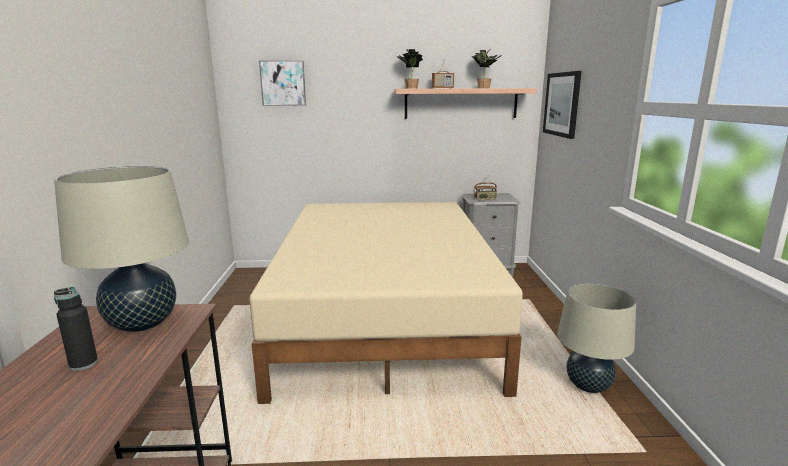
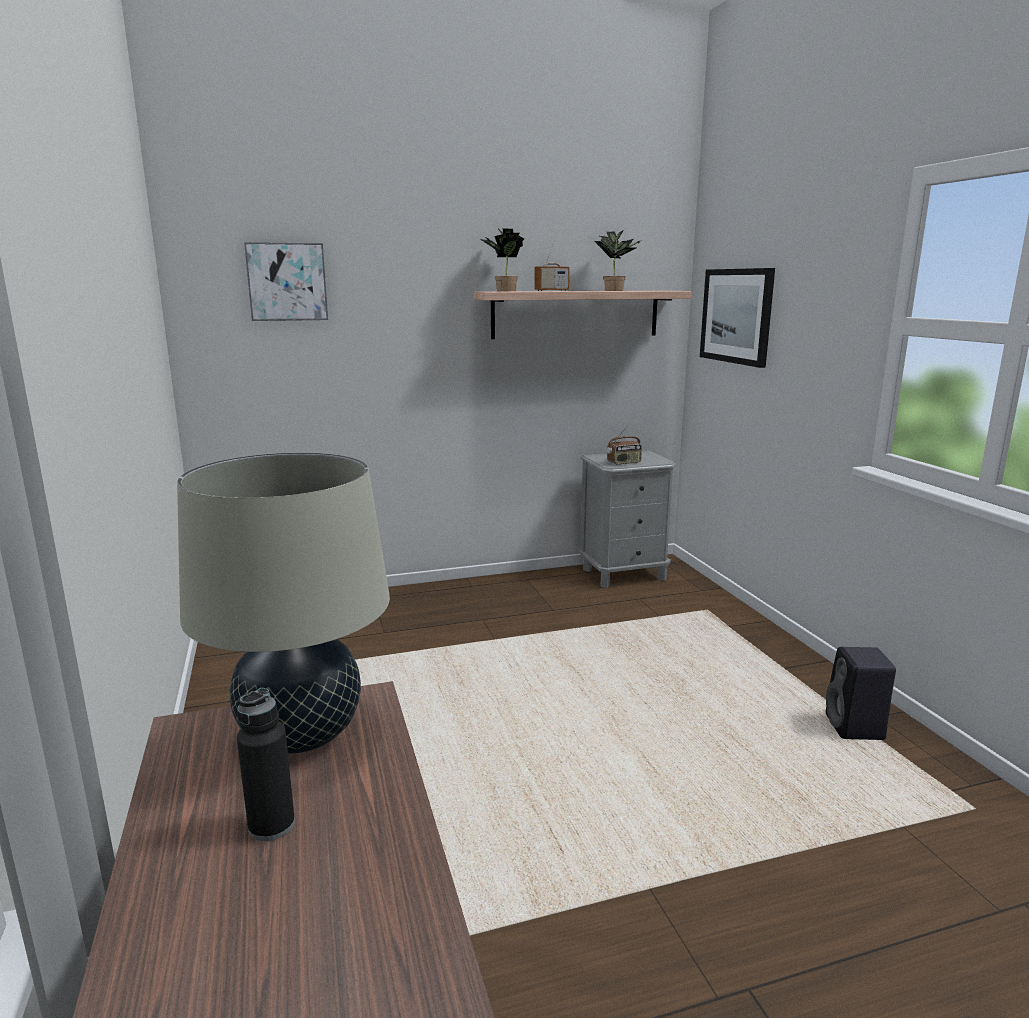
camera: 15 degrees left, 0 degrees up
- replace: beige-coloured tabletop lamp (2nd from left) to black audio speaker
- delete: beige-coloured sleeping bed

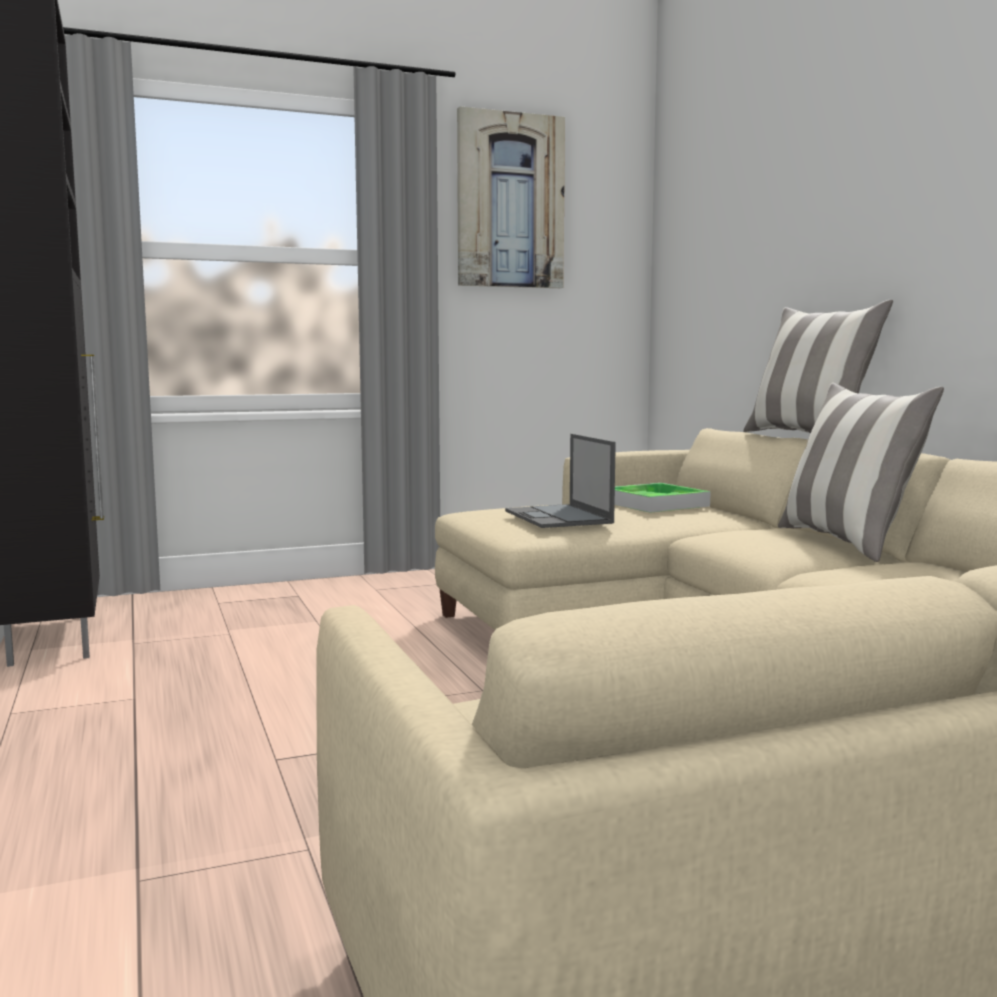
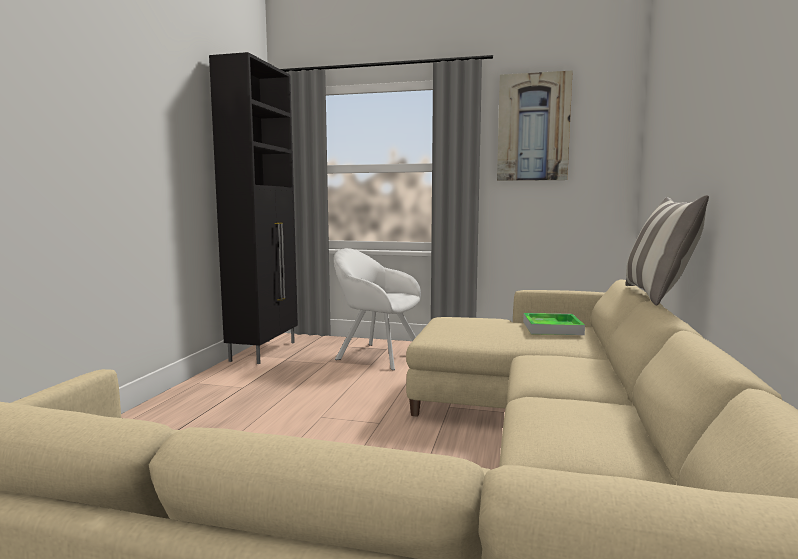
camera: 35 degrees right, 0 degrees up
- insert: white-coloured armchair
- delete: portable computer
- delete: pillow (2nd from left)

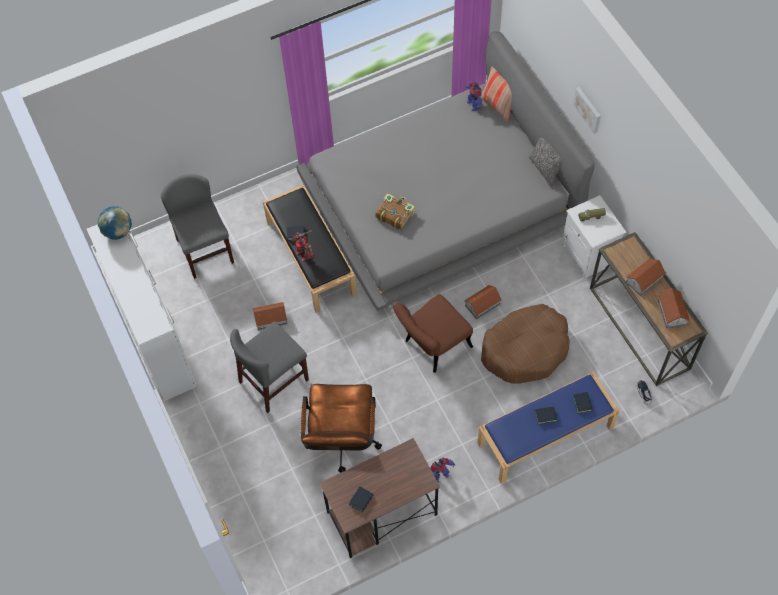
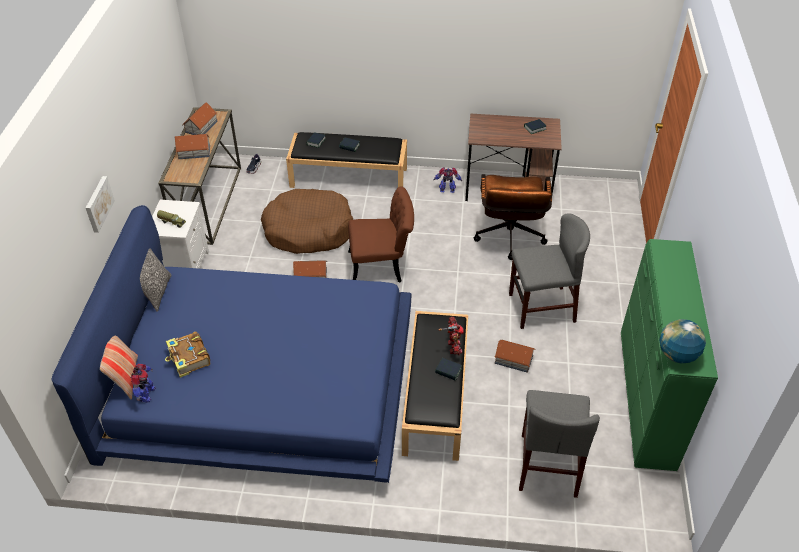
camera: 150 degrees left, 15 degrees down
- recolor: gray sleeping bed to blue-coloured sleeping bed
- move: book (3rd from left in the first image) to book (1st from left)
- recolor: blue-coloured long seat to black long seat (1st from left)
- rotate: brown desk chair 150 degrees clockwise
- recolor: white-coloured dresser to greenish dresser

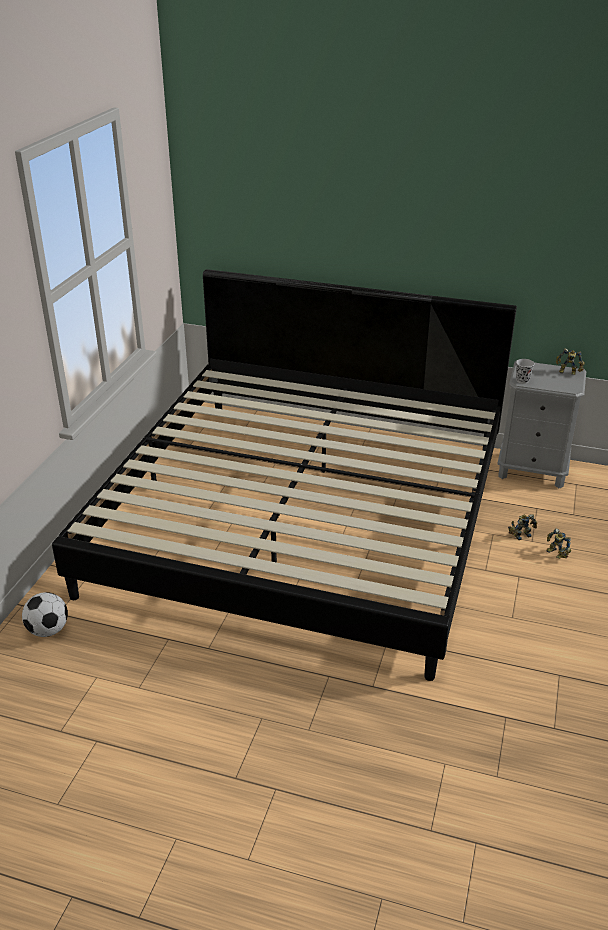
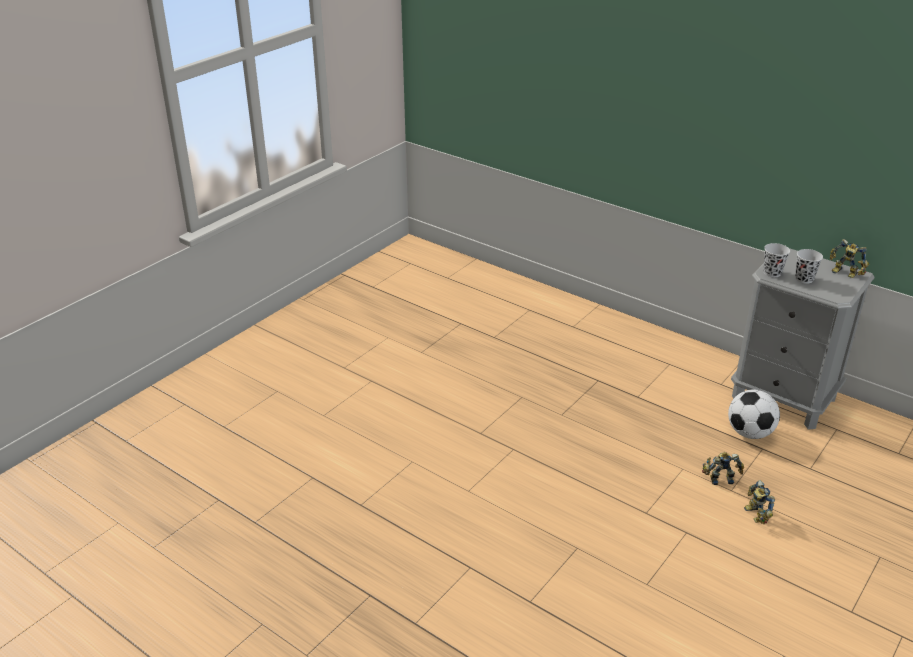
camera: 20 degrees right, 0 degrees up
- move: football ball
- insert: black small cup (2nd from left)
- delete: sleeping bed

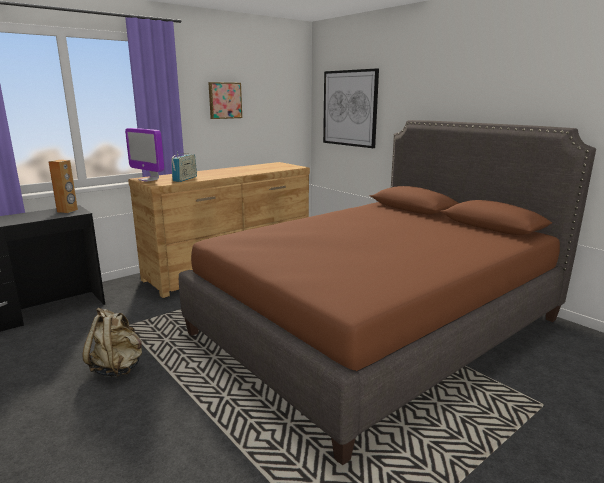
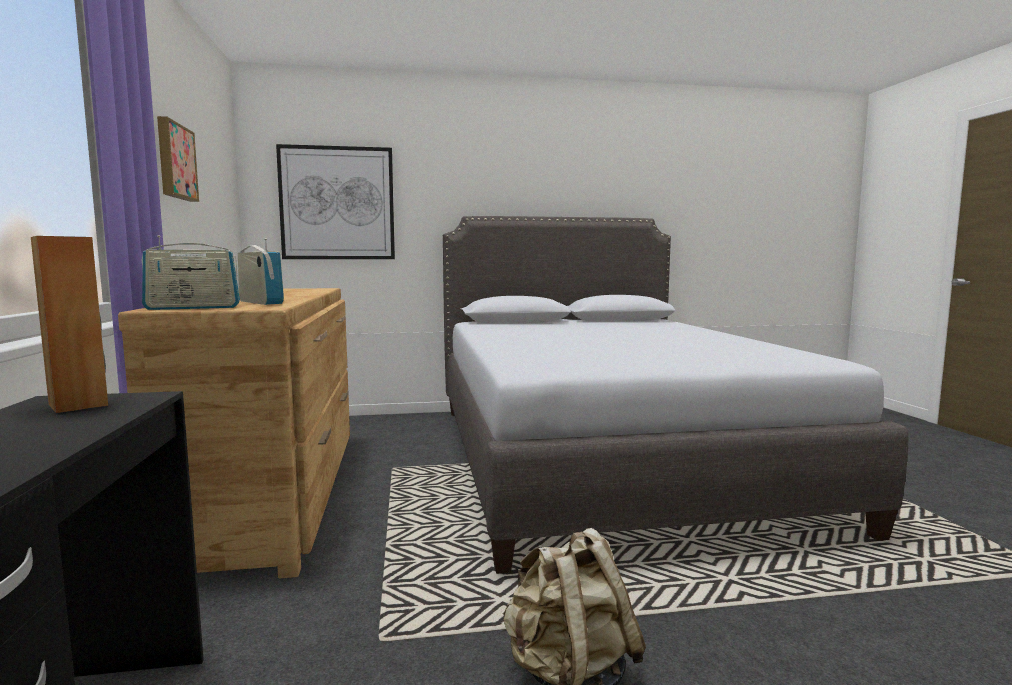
camera: 60 degrees left, 10 degrees down
- replace: computer display to radio set (1st from left)
- recolor: brown sleeping bed to gray sleeping bed

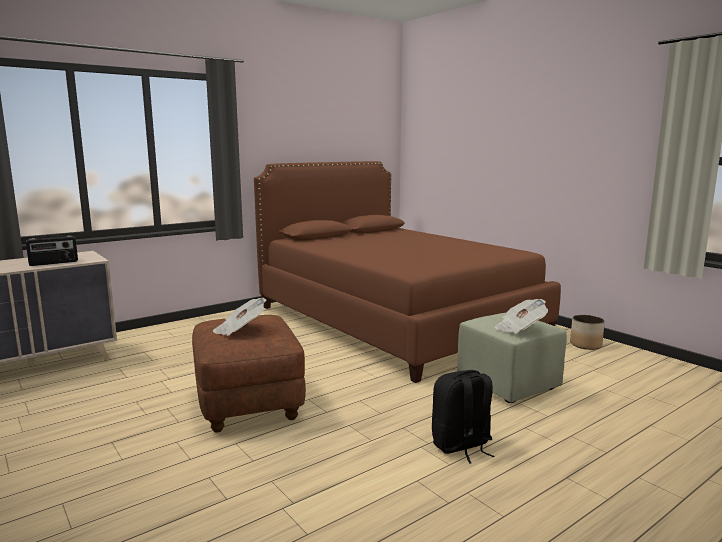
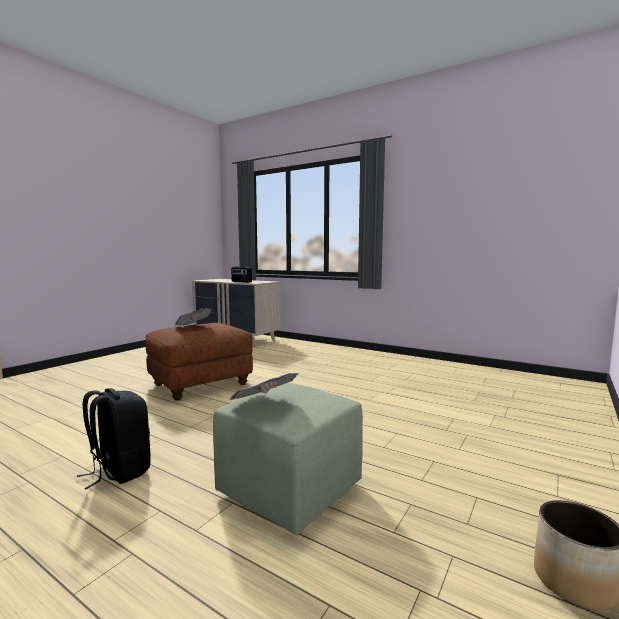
camera: 70 degrees right, 5 degrees down
- delete: brown sleeping bed

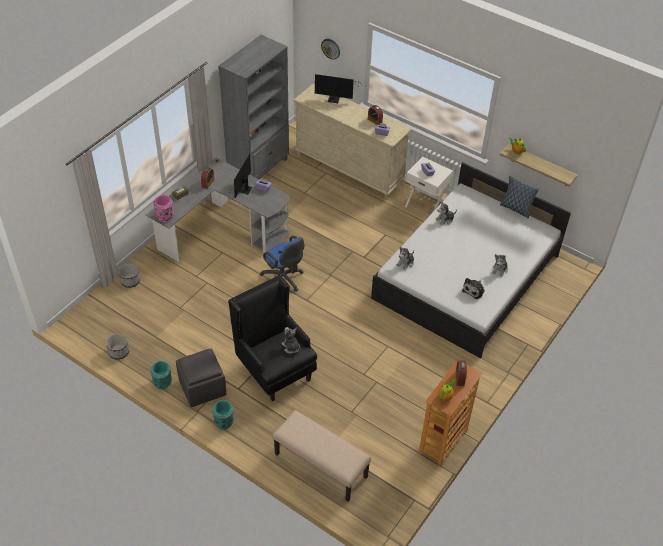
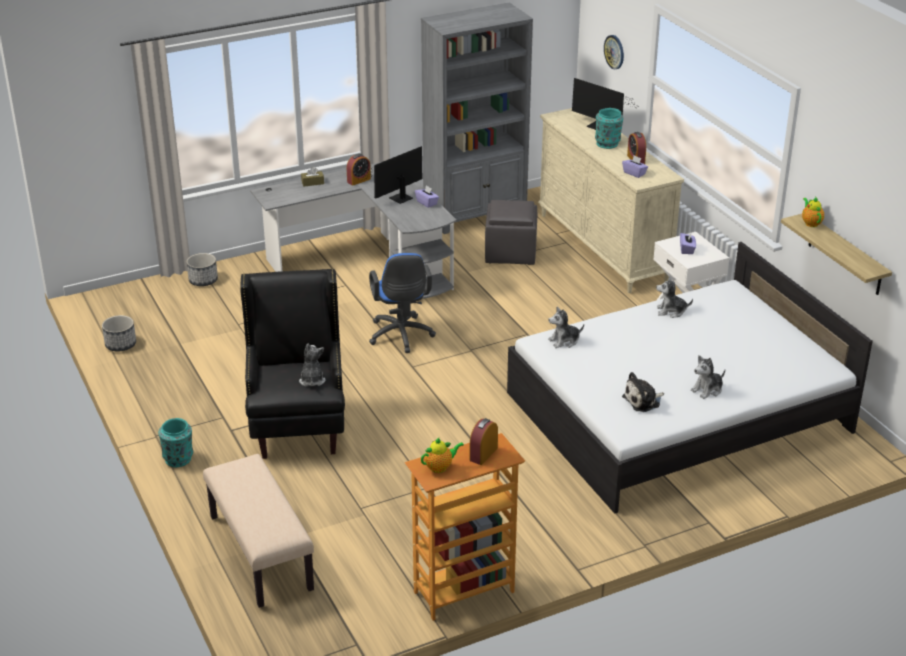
camera: 30 degrees right, 15 degrees down
- move: gray ottoman
- move: turquoise-coloured decorative vase (1st from left in the first image) to turquoise-coloured decorative vase (2nd from left)
- delete: pinkish decorative vase
- delete: pillow

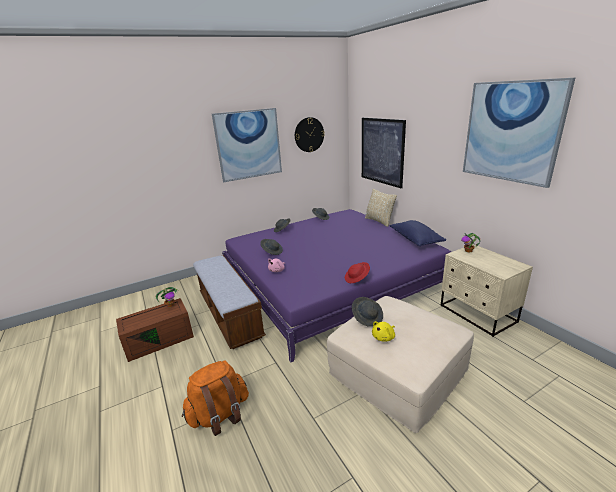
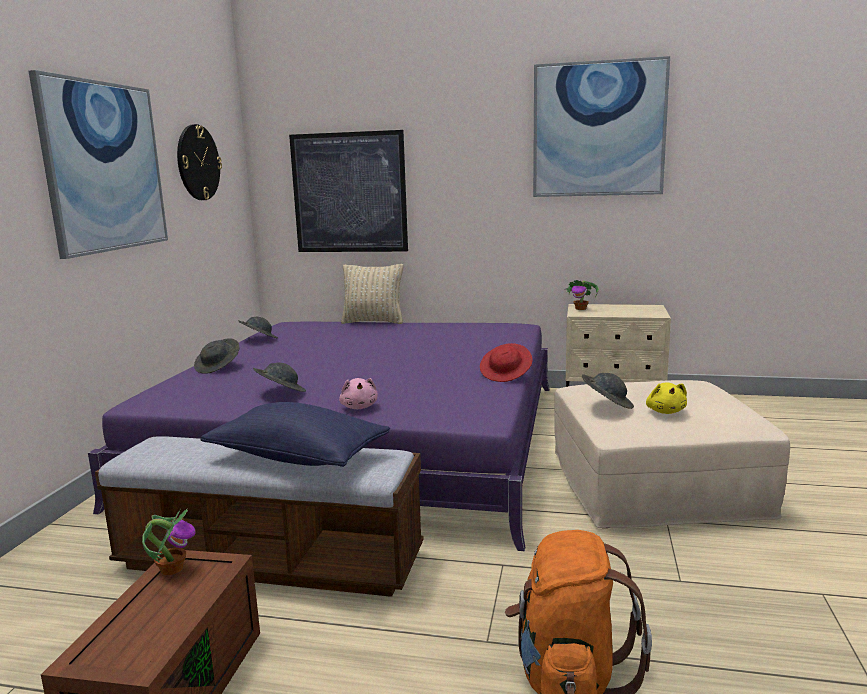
camera: 50 degrees left, 10 degrees down
- move: blue-coloured pillow

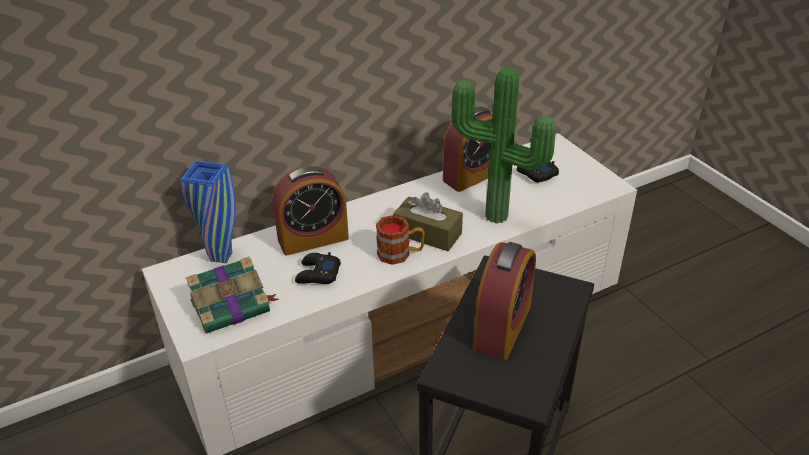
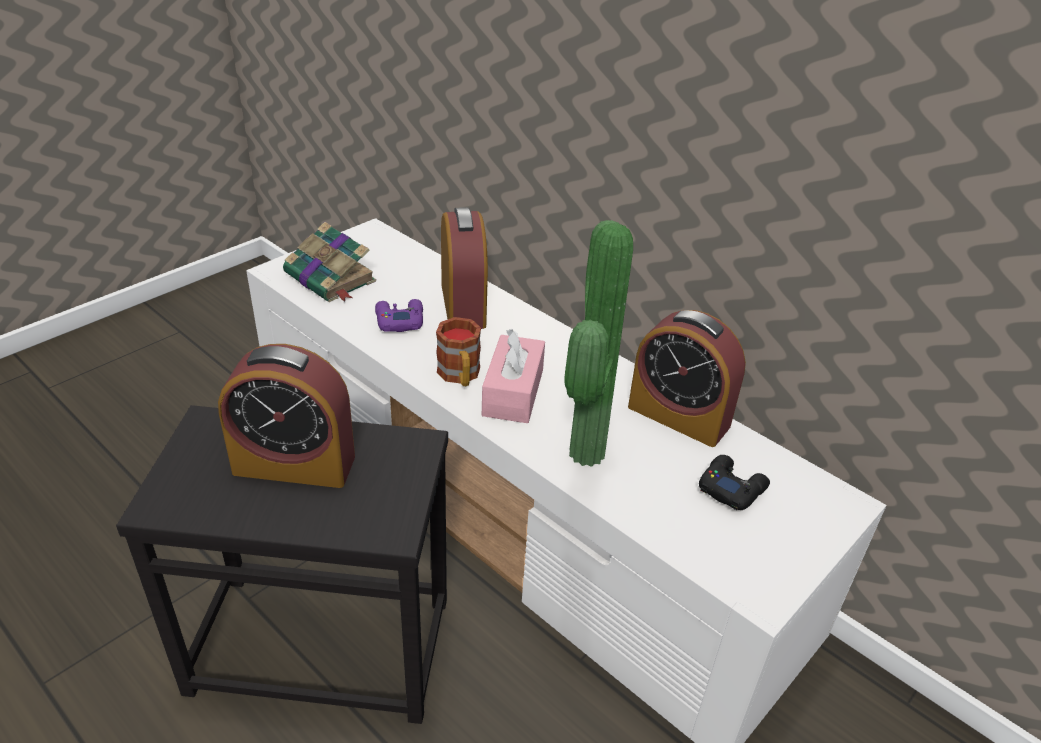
camera: 70 degrees right, 0 degrees up
- recolor: black gamepad (1st from left) to purple gamepad
- rotate: alarm clock (1st from left in the first image) 150 degrees counterclockwise
- recolor: brown tissue box to pinkish tissue box
- delete: blue-coloured decorative vase

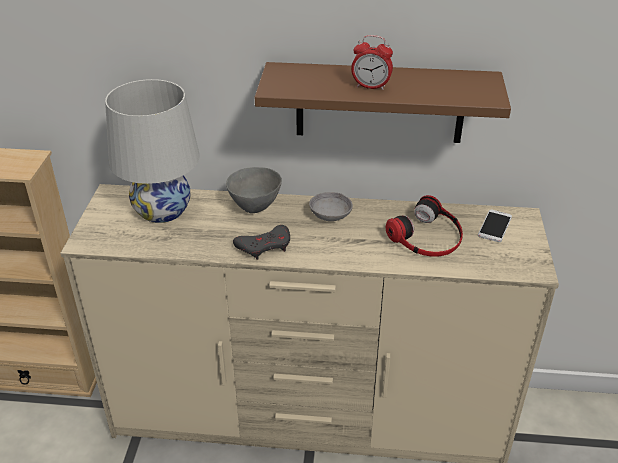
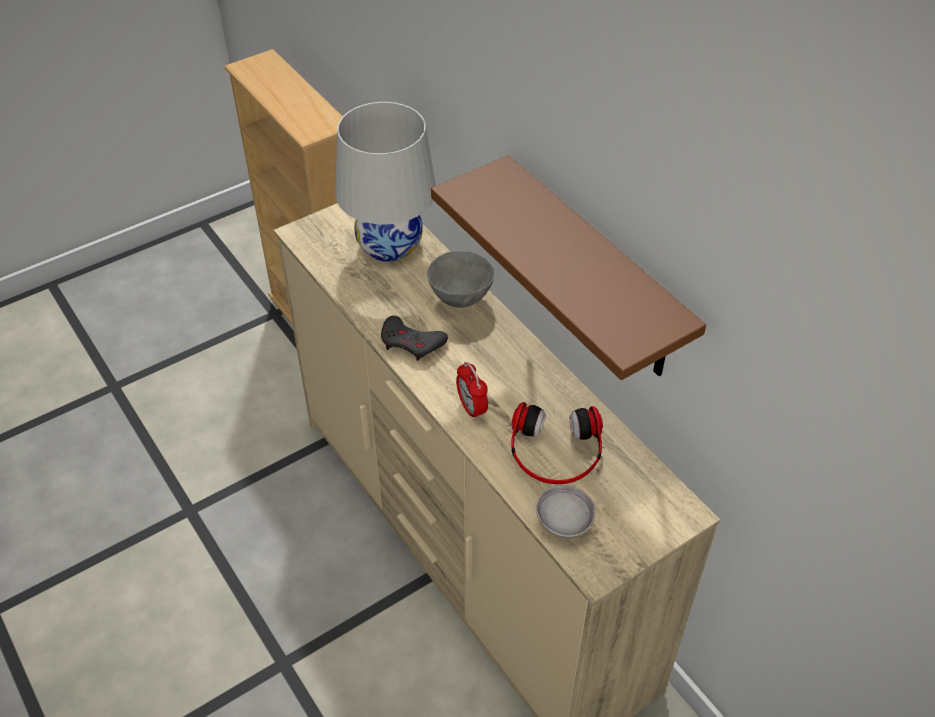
camera: 50 degrees right, 10 degrees up
- move: alarm clock
- move: gray deep dish (2nd from left)
- delete: telephone

